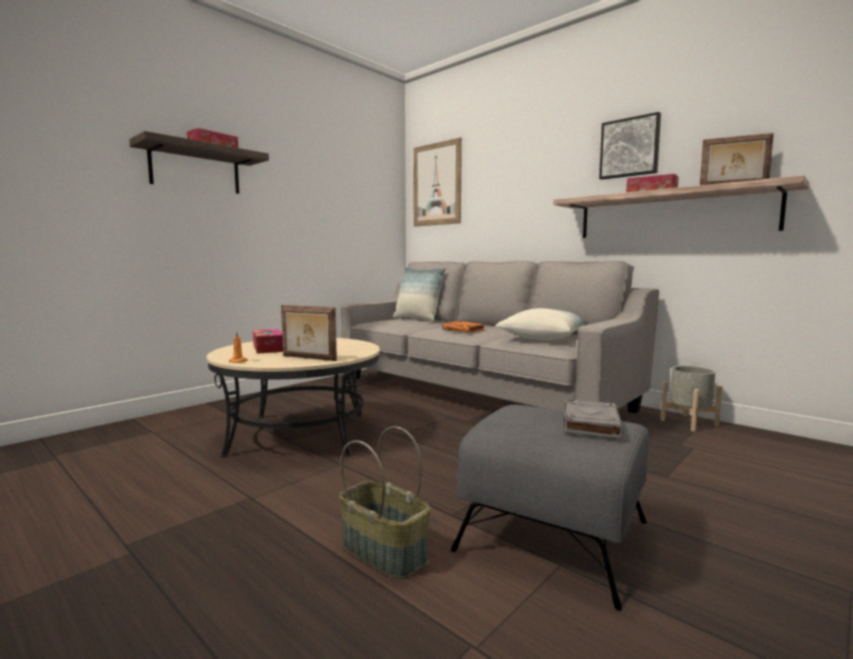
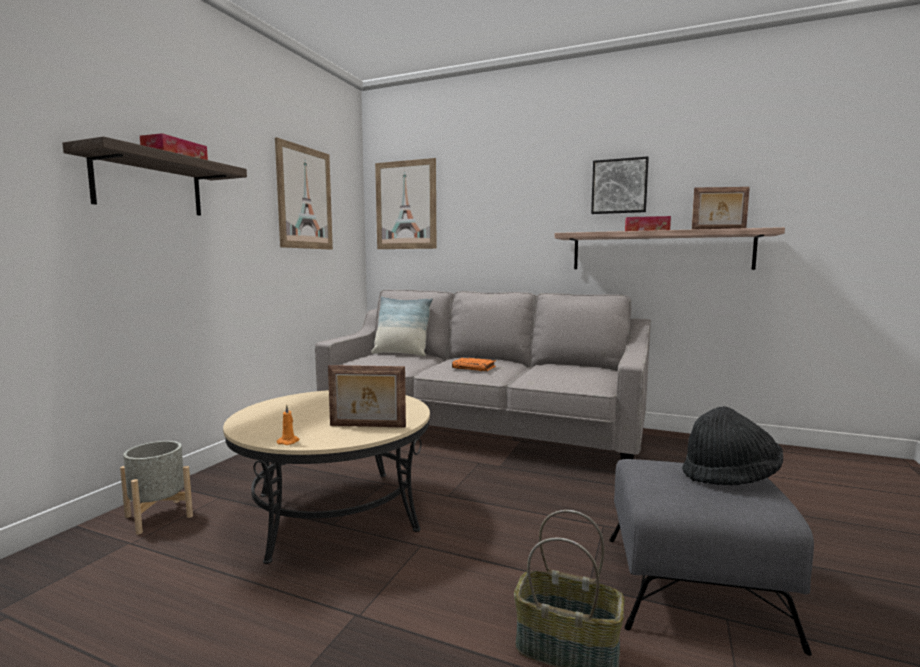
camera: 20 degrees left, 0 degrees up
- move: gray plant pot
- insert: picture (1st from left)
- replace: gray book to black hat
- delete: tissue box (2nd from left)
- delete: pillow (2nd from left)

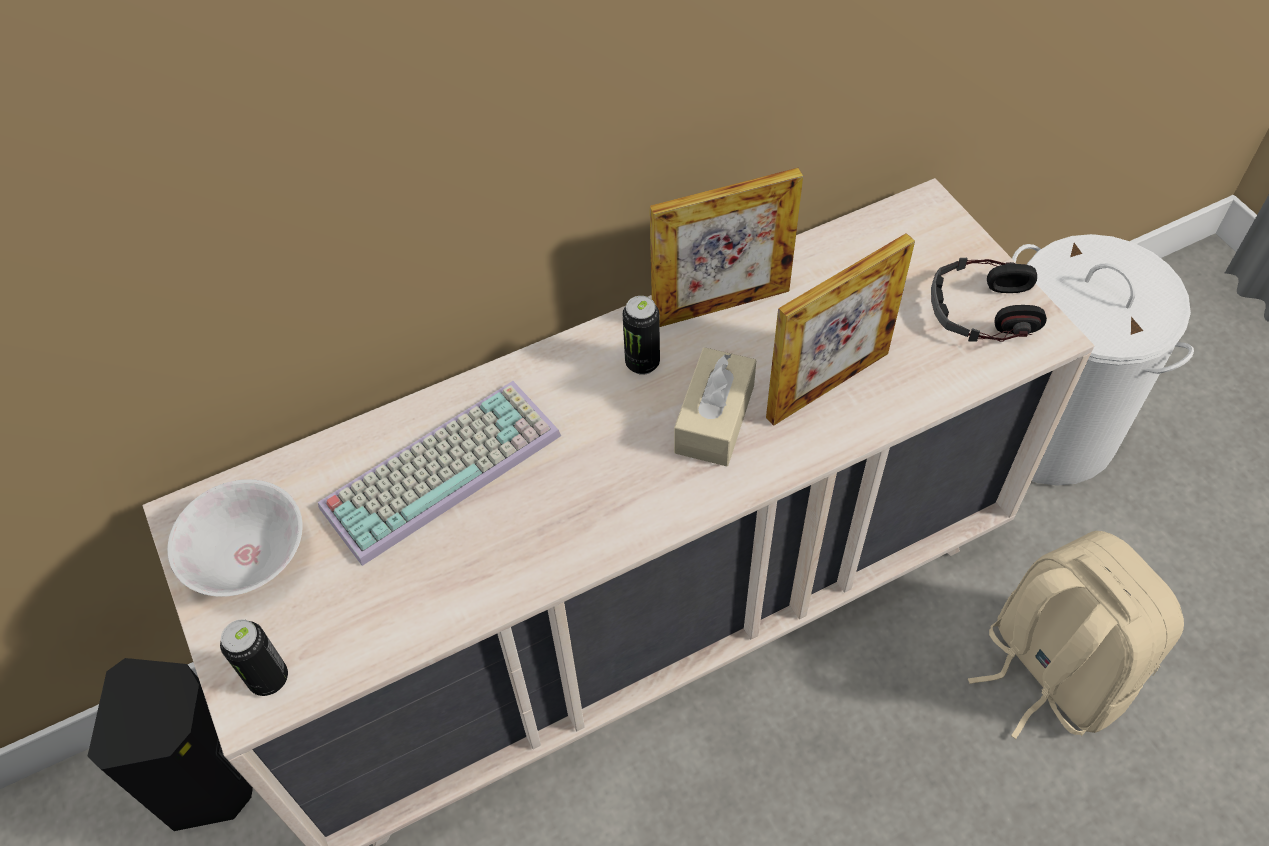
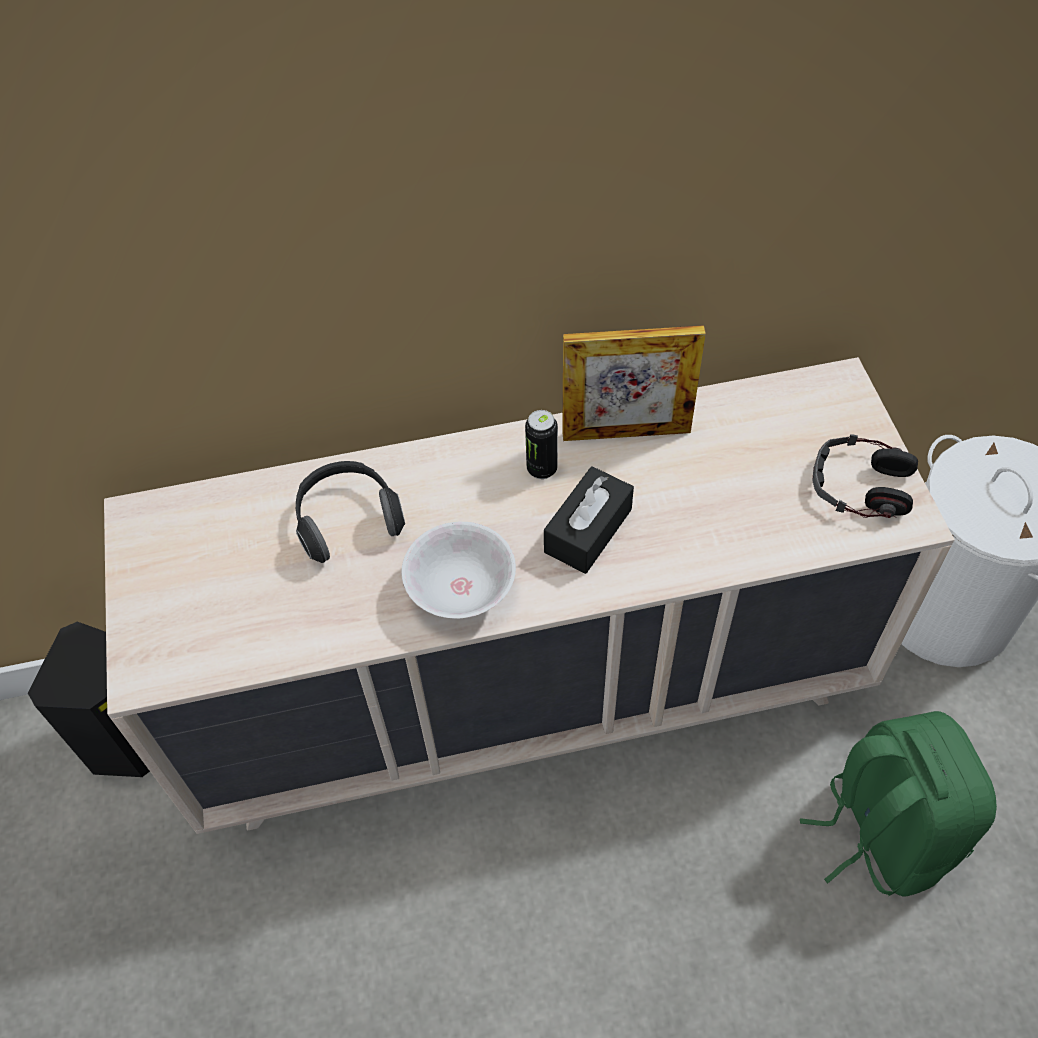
camera: 15 degrees right, 0 degrees up
- replace: PC keyboard to pair of headphones (1st from left)
- move: white-coloured deep dish
- recolor: beige-coloured tissue box to black tissue box
- recolor: beige-coloured rucksack to greenish rucksack
- delete: sealed can (1st from left)
- delete: standing frame (2nd from left)

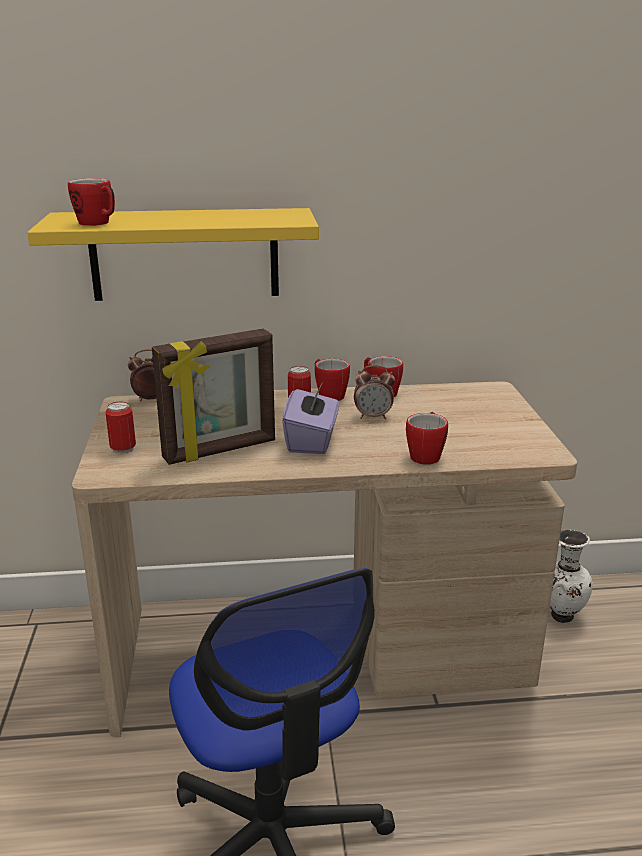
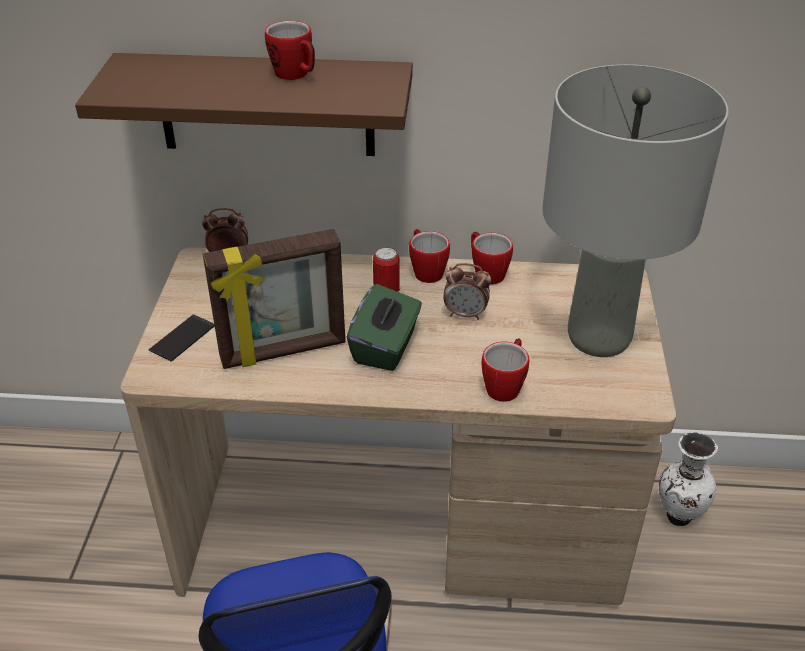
camera: 10 degrees right, 15 degrees up
- recolor: yellow-coloured wall shelf to brown wall shelf
- replace: sealed can (1st from left) to telephone
- move: tea mug (1st from left)
- recolor: purple tissue box to greenish tissue box
- insert: gray tabletop lamp

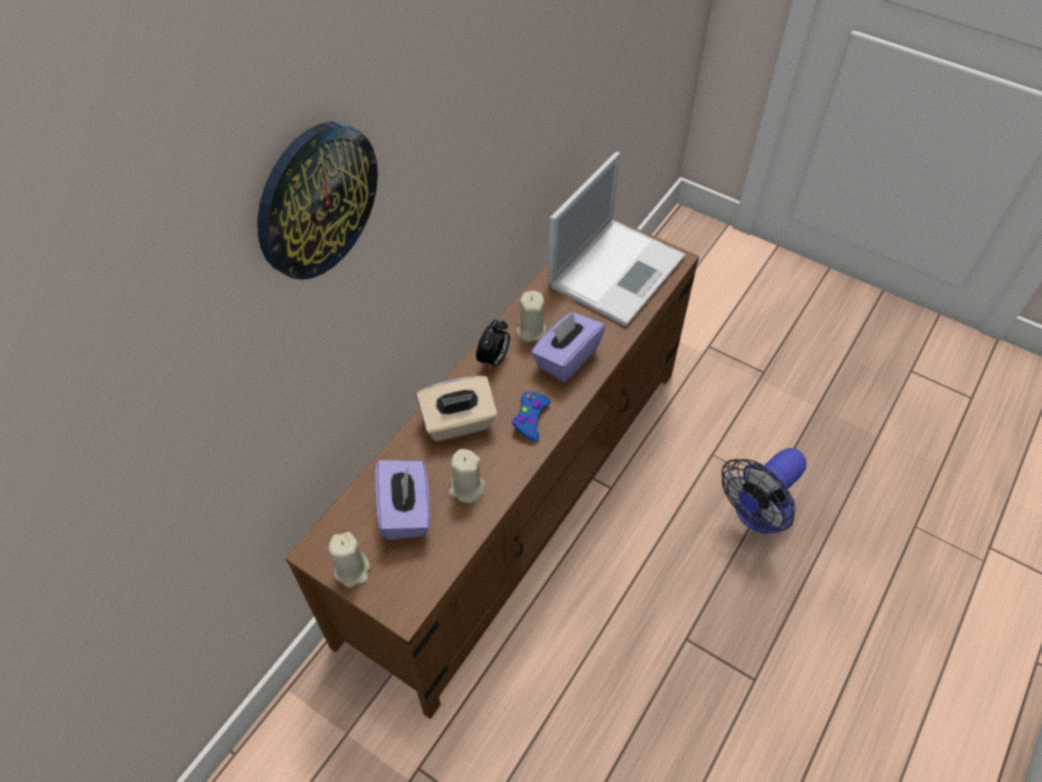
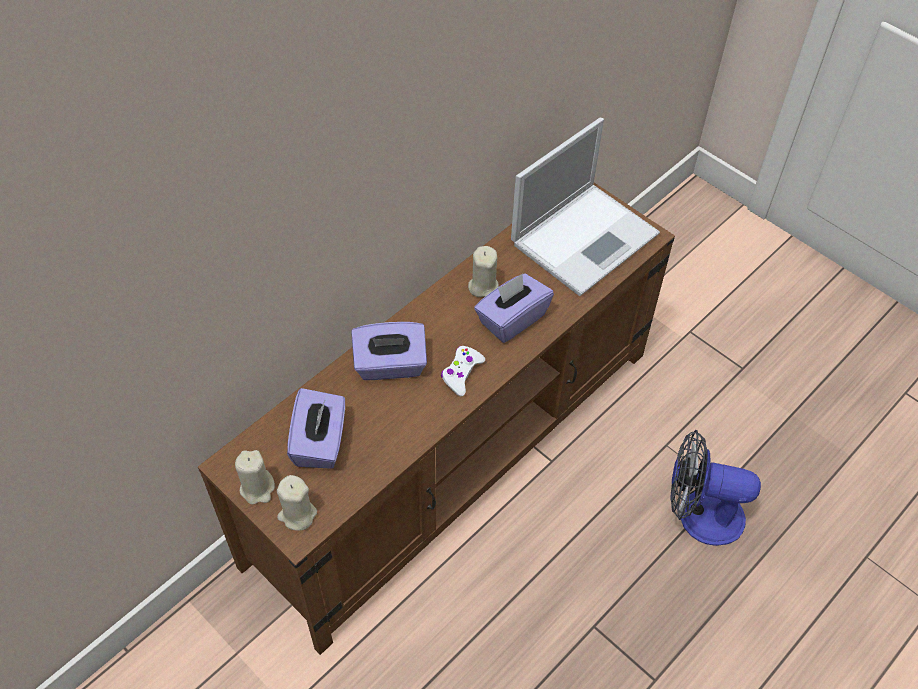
camera: 10 degrees right, 0 degrees up
- move: beige-coloured wax light (2nd from left)
- recolor: beige-coloured tissue box to purple tissue box (2nd from left)
- recolor: blue-coloured gamepad to white-coloured gamepad
- rotate: fan 45 degrees clockwise
- delete: wall clock
- delete: alarm clock

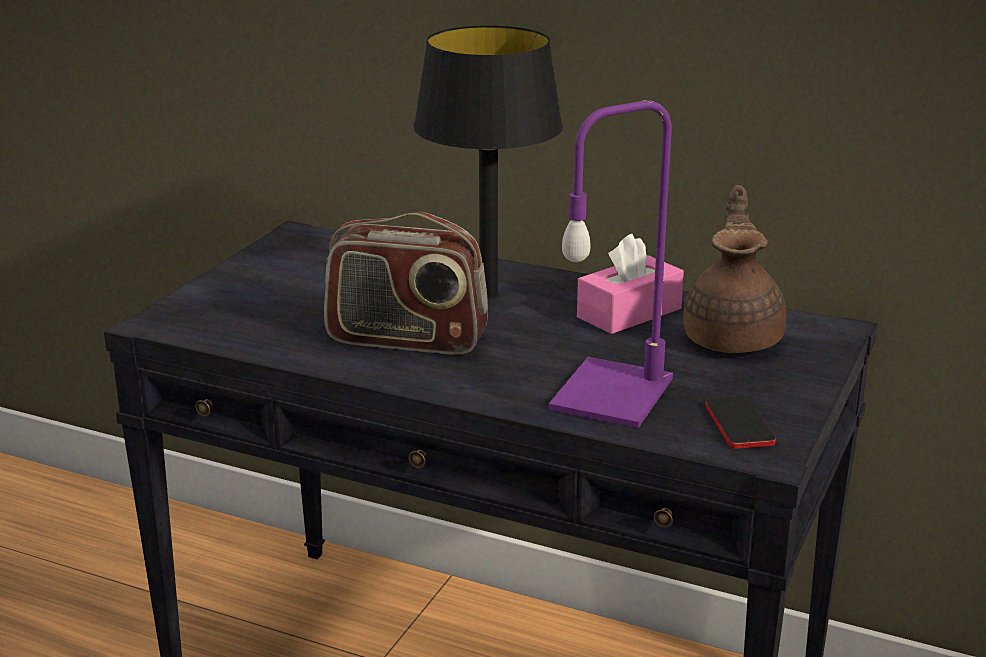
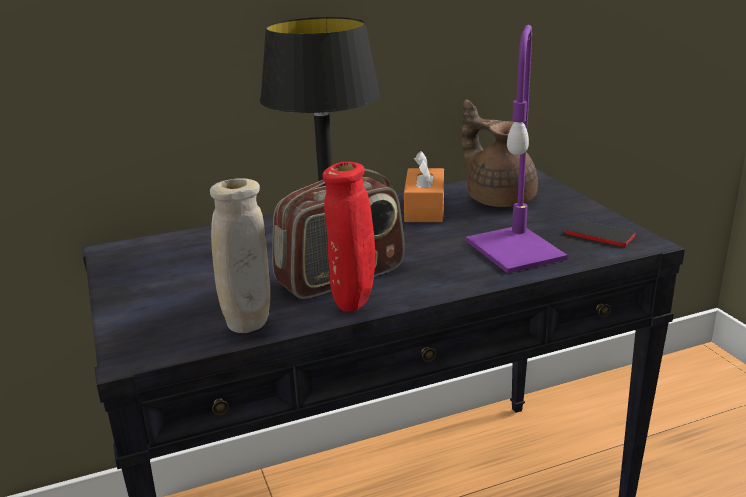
camera: 45 degrees left, 0 degrees up
- insert: beige-coloured decorative vase
- insert: reddish decorative vase
- recolor: pinkish tissue box to orange-coloured tissue box

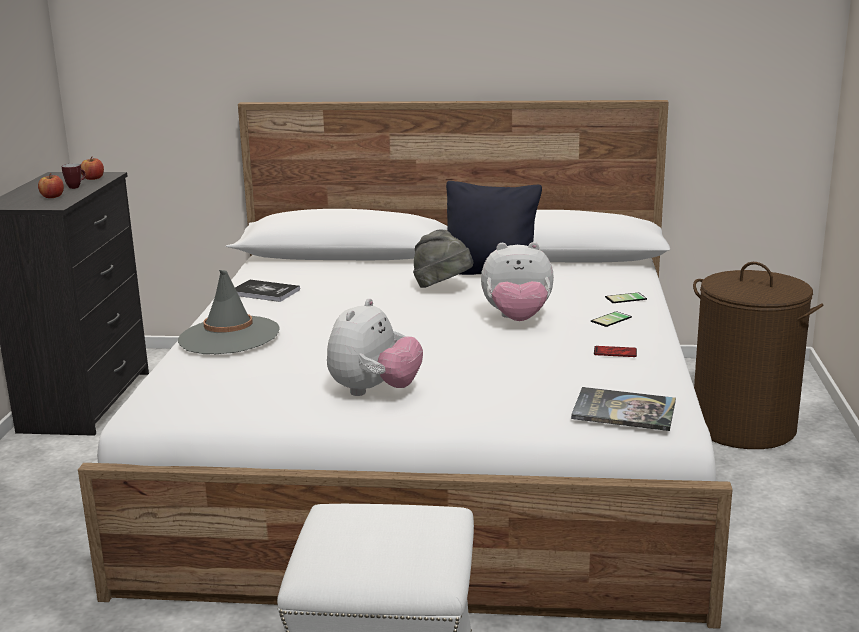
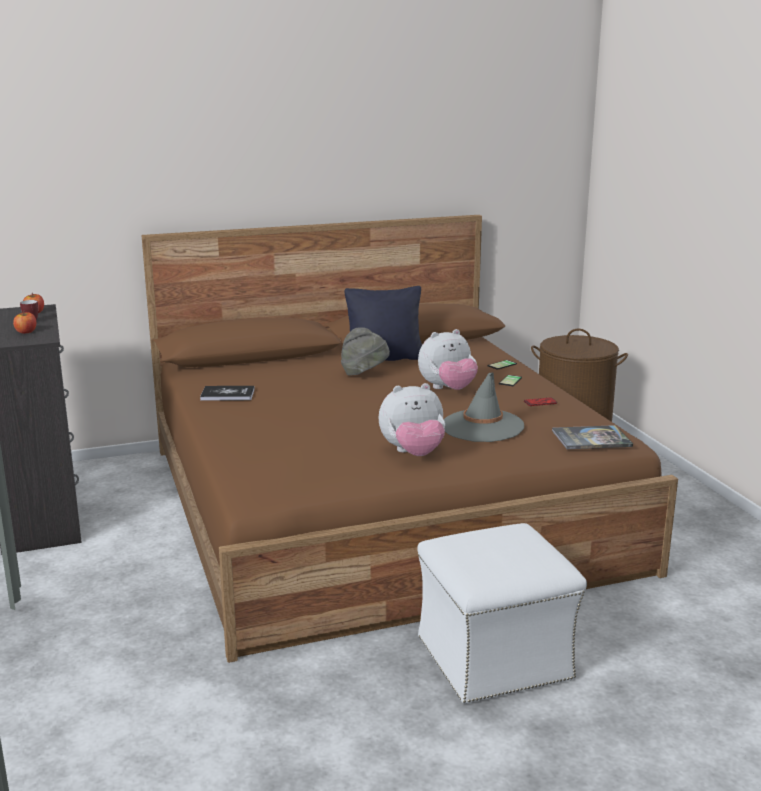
camera: 25 degrees left, 0 degrees up
- recolor: white-coloured sleeping bed to brown sleeping bed
- rotate: soft toy (1st from left) 75 degrees clockwise
- move: gray hat (1st from left in the first image) to gray hat (2nd from left)

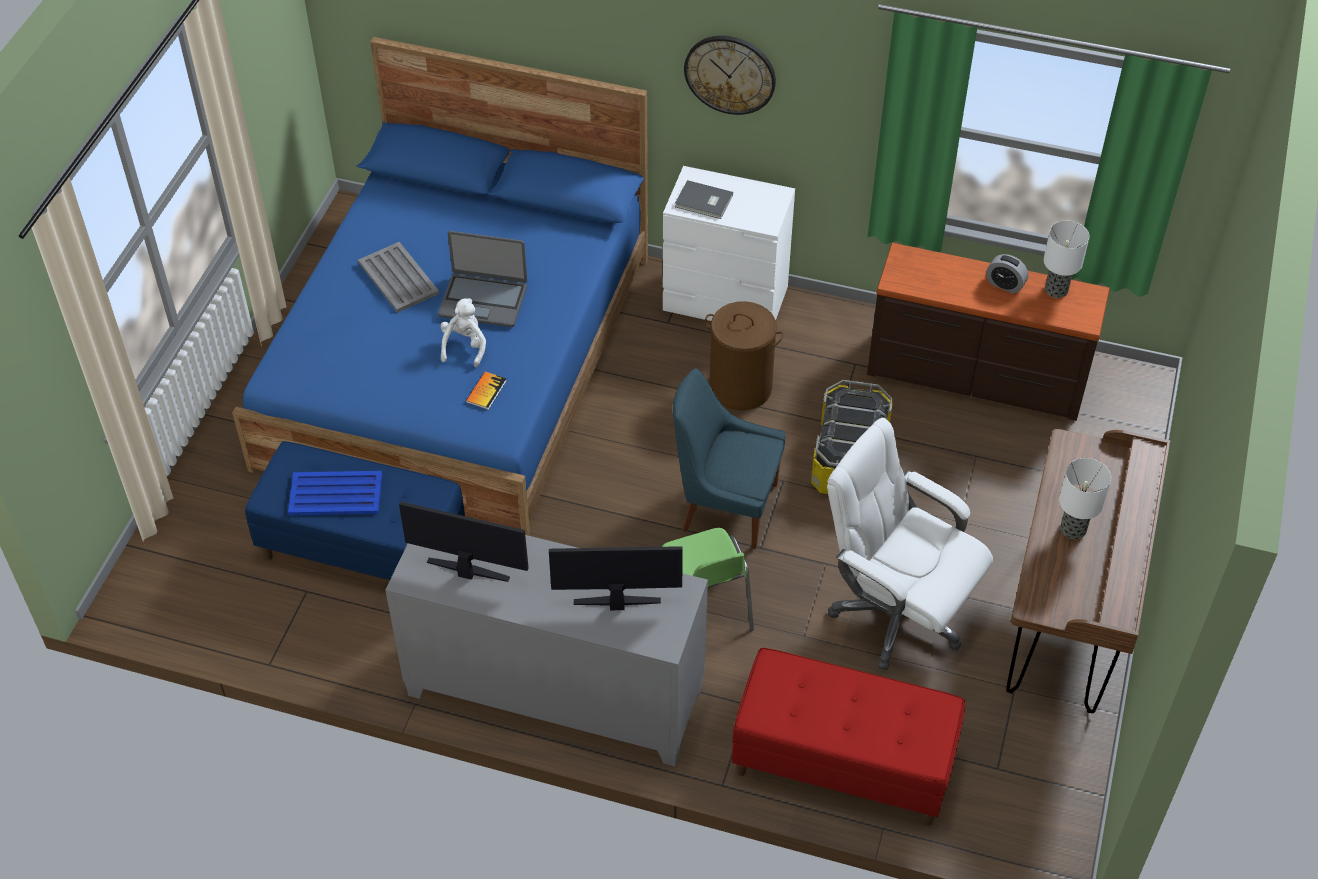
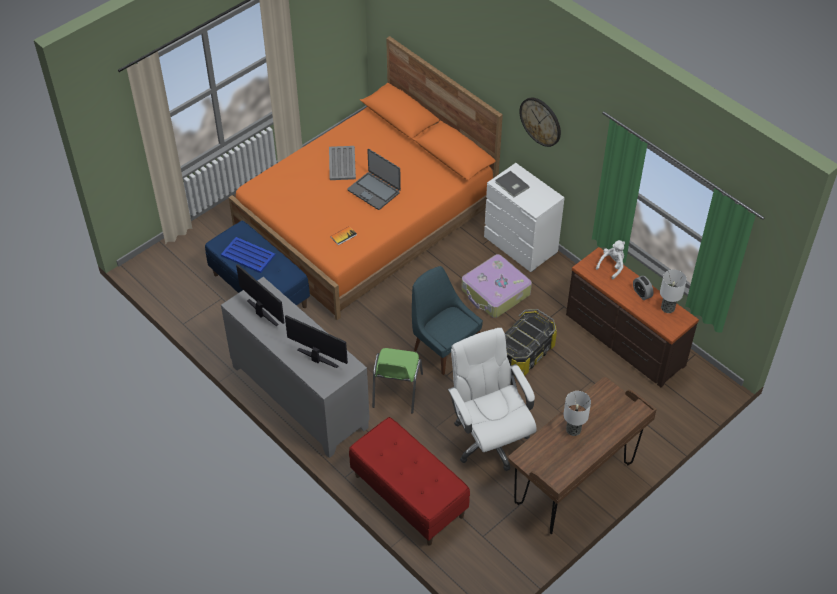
camera: 30 degrees right, 0 degrees up
- recolor: blue-coloured sleeping bed to orange-coloured sleeping bed
- replace: brown laundry basket to piece of luggage
- move: white-coloured soft toy

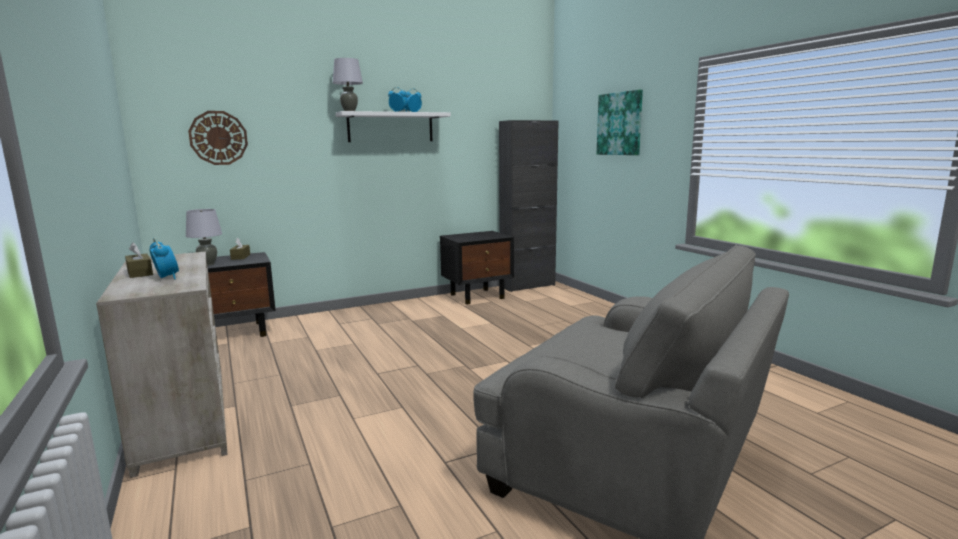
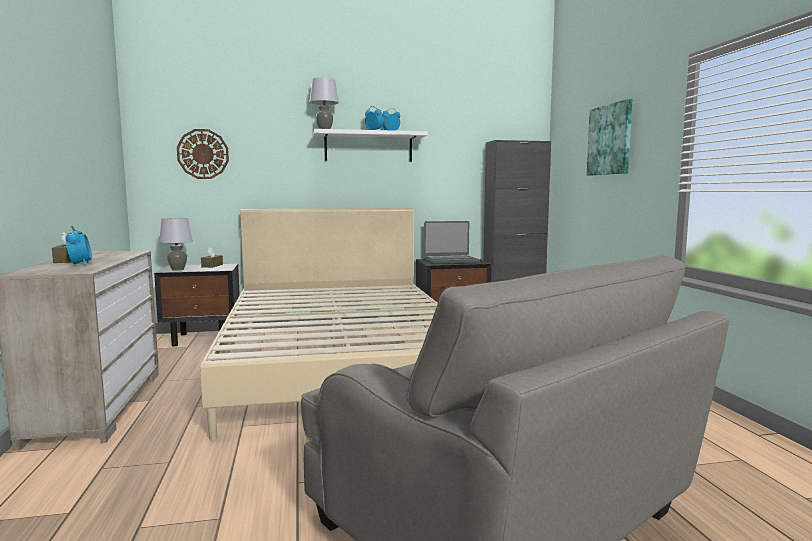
camera: 15 degrees right, 5 degrees down
- insert: beige-coloured sleeping bed
- insert: portable computer

